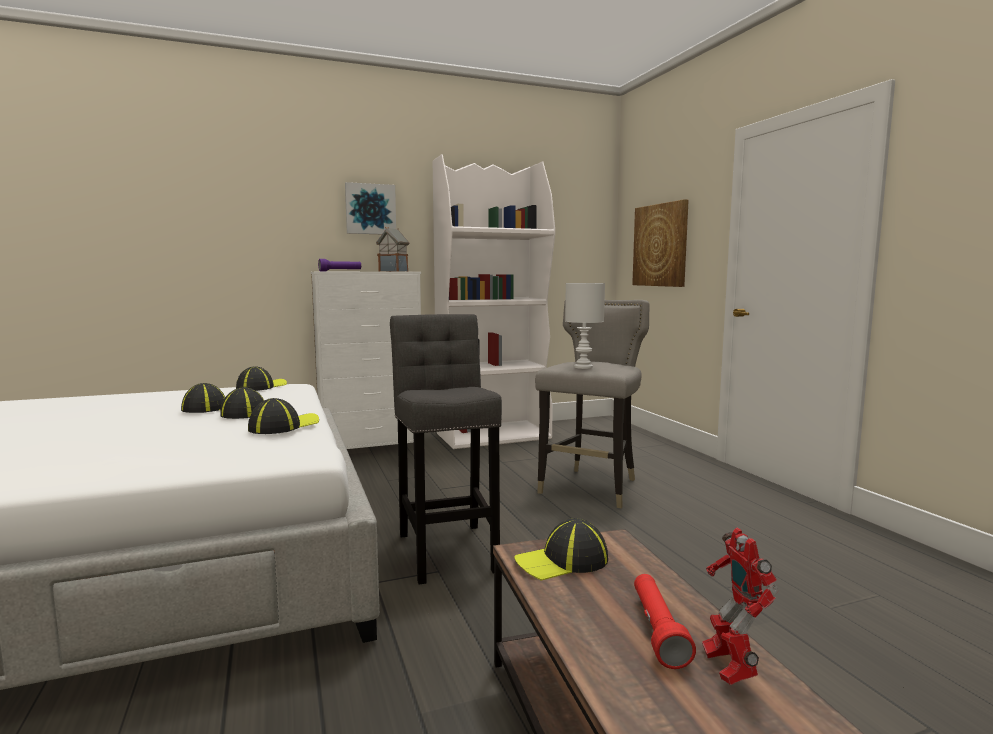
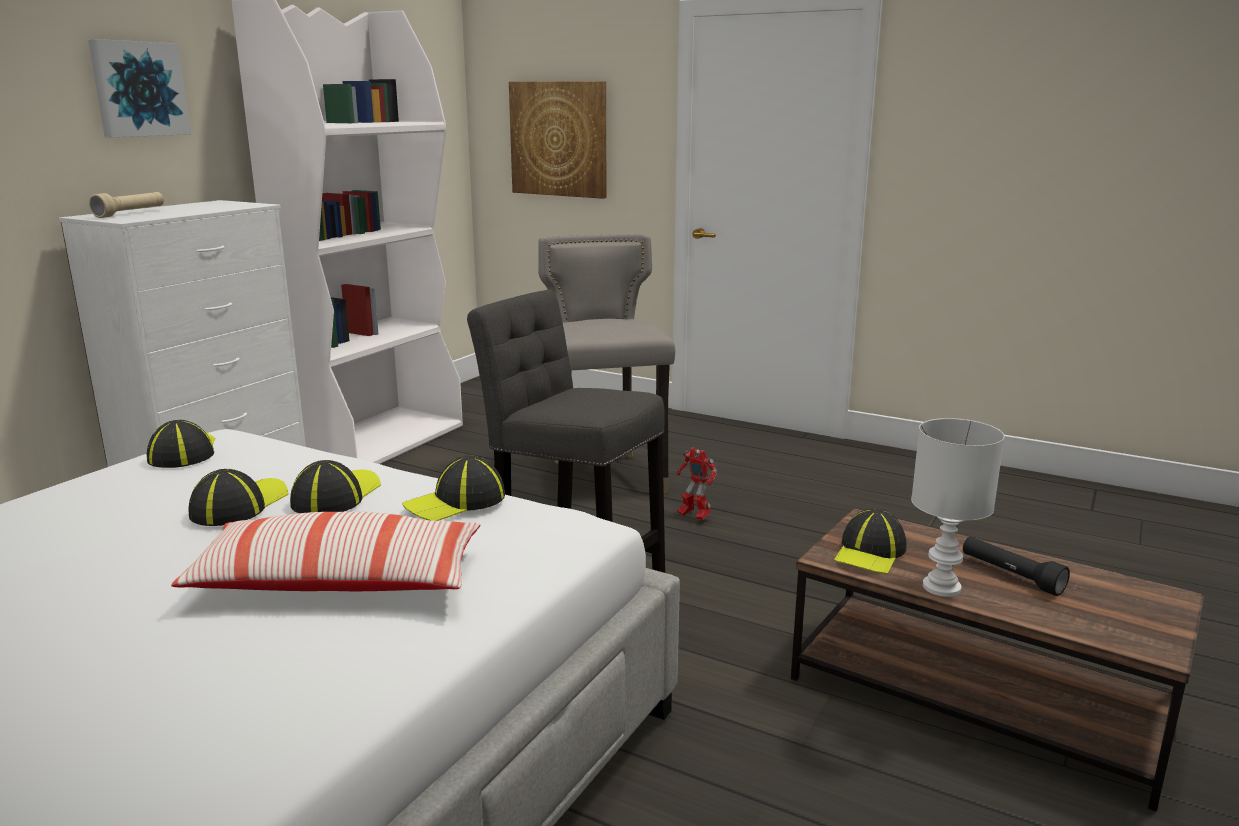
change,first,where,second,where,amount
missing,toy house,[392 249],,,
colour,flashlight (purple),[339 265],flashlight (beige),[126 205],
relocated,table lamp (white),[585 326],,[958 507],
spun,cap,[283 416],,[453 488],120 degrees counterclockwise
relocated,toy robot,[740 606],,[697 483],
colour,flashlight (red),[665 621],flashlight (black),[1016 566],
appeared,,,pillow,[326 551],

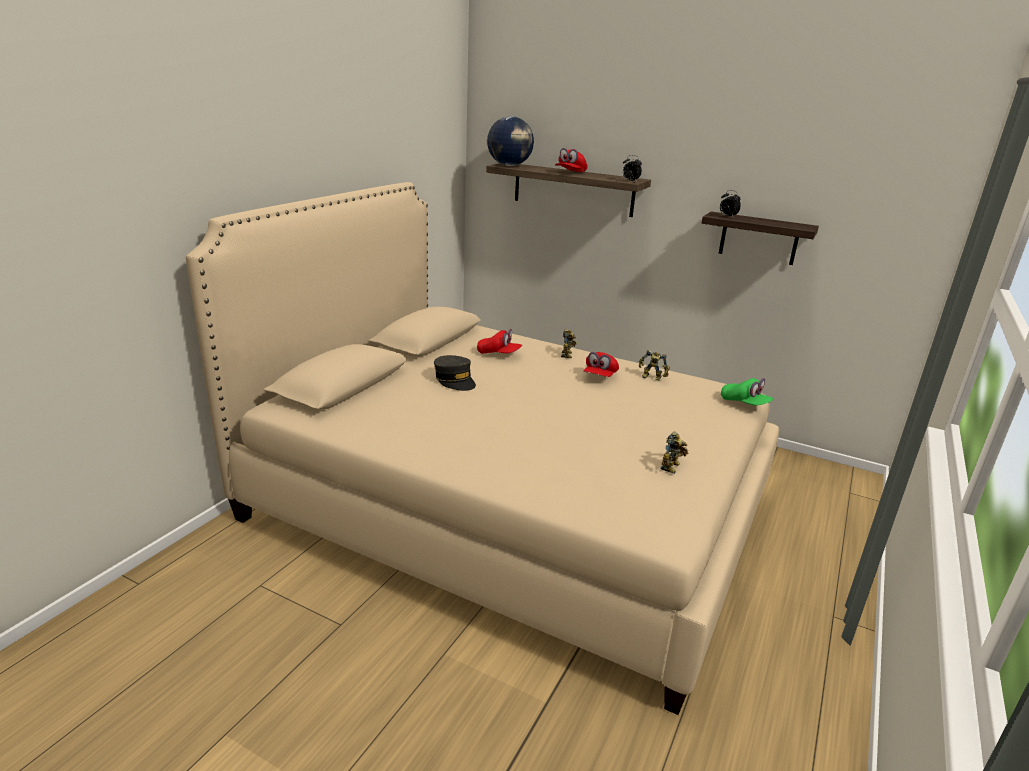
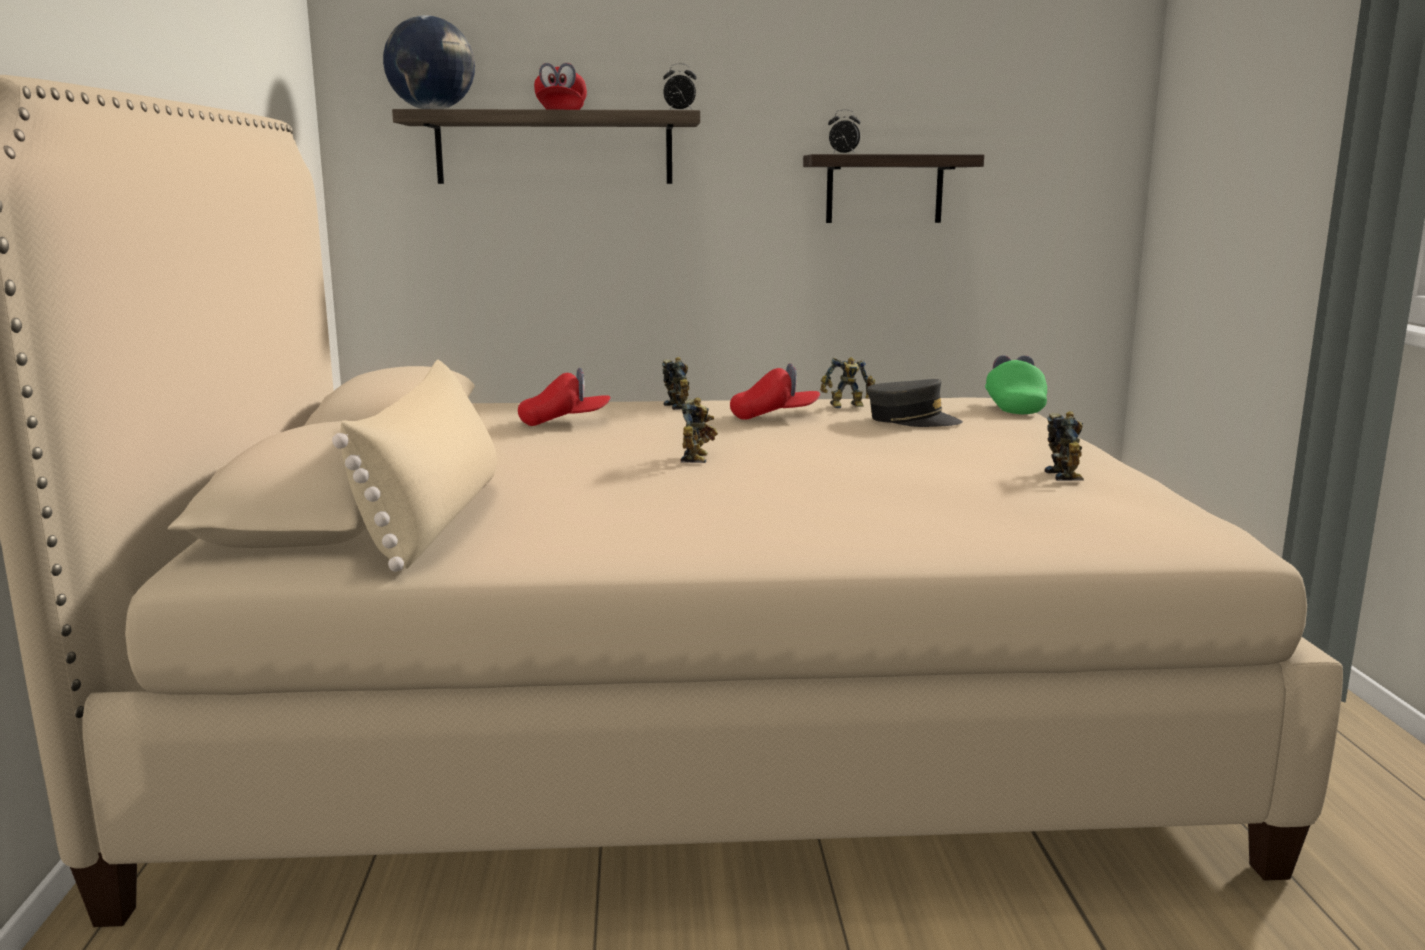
change,first,where,second,where,amount
spun,cap (red),[601 364],,[775 391],90 degrees counterclockwise
relocated,cap (grey),[455 373],,[915 403],
spun,cap (green),[747 391],,[1016 384],105 degrees counterclockwise
appeared,,,pillow (beige),[414 466],
appeared,,,toy robot,[699 430],

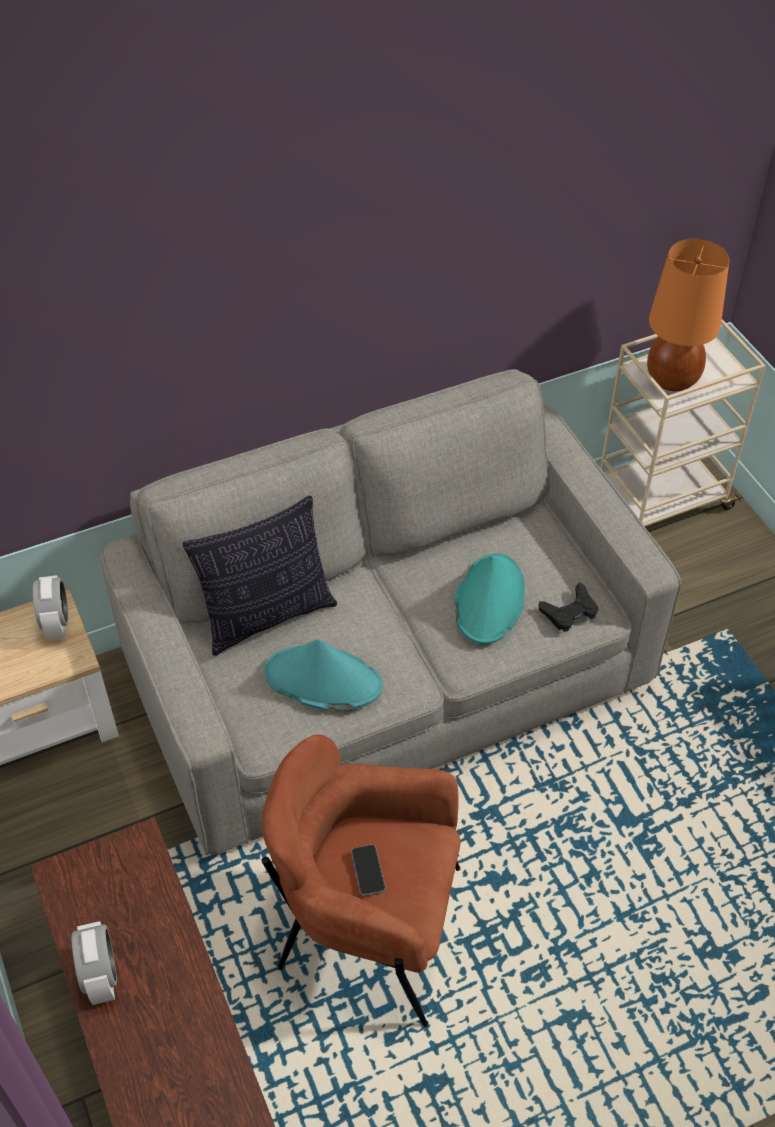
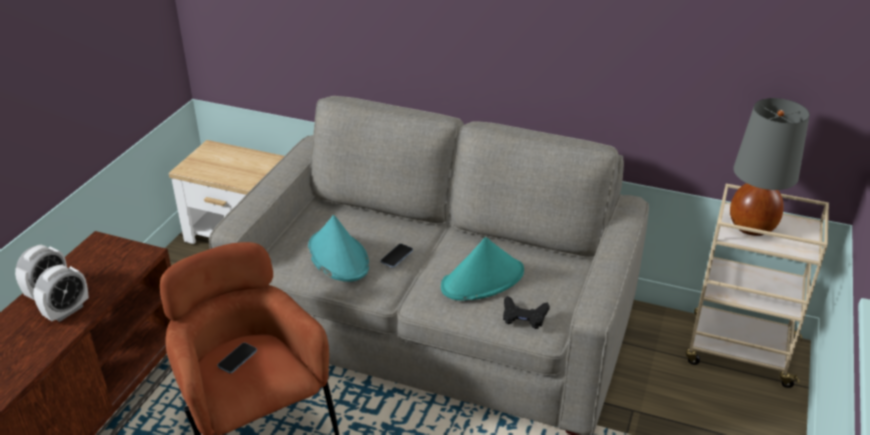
change,first,where,second,where,amount
colour,table lamp (orange),[688 315],table lamp (grey),[770 167],
missing,pillow,[260 576],,,
relocated,alarm clock,[50 608],,[61 293],
appeared,,,phone,[396 256],

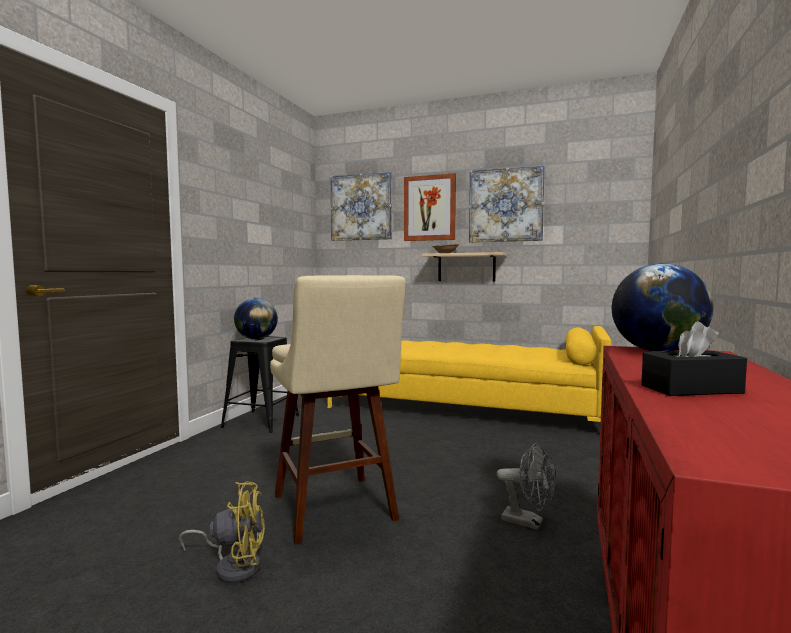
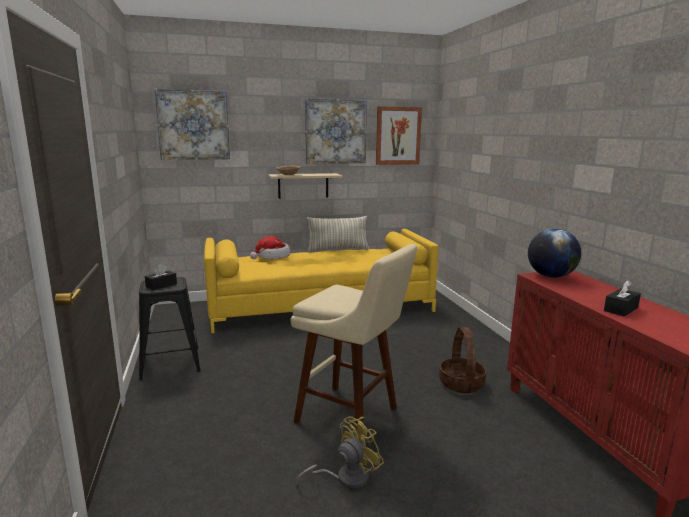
change,first,where,second,where,amount
relocated,picture,[430 207],,[399 135],
exchanged,globe,[256 319],tissue box (black),[161 277],
exchanged,fan (grey),[526 486],basket,[462 360],
appeared,,,pillow,[338 234],
appeared,,,hat,[270 247],

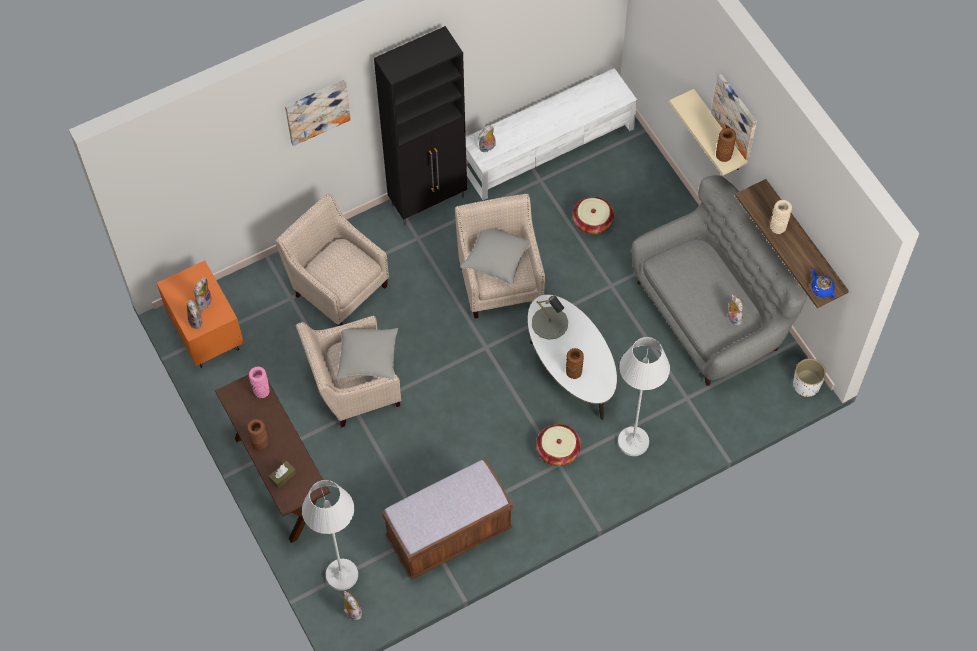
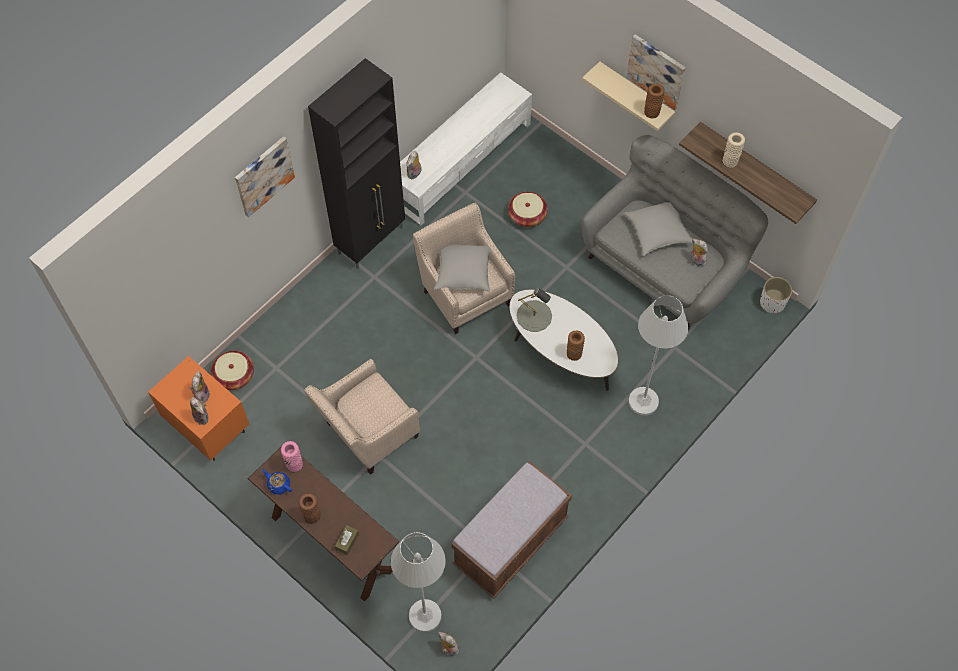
change,first,where,second,where,amount
missing,armchair (beige),[332 259],,,
relocated,teapot (blue),[823 283],,[277 481],
relocated,pillow (grey),[367 354],,[658 229],
relocated,basket,[558 445],,[232 370],

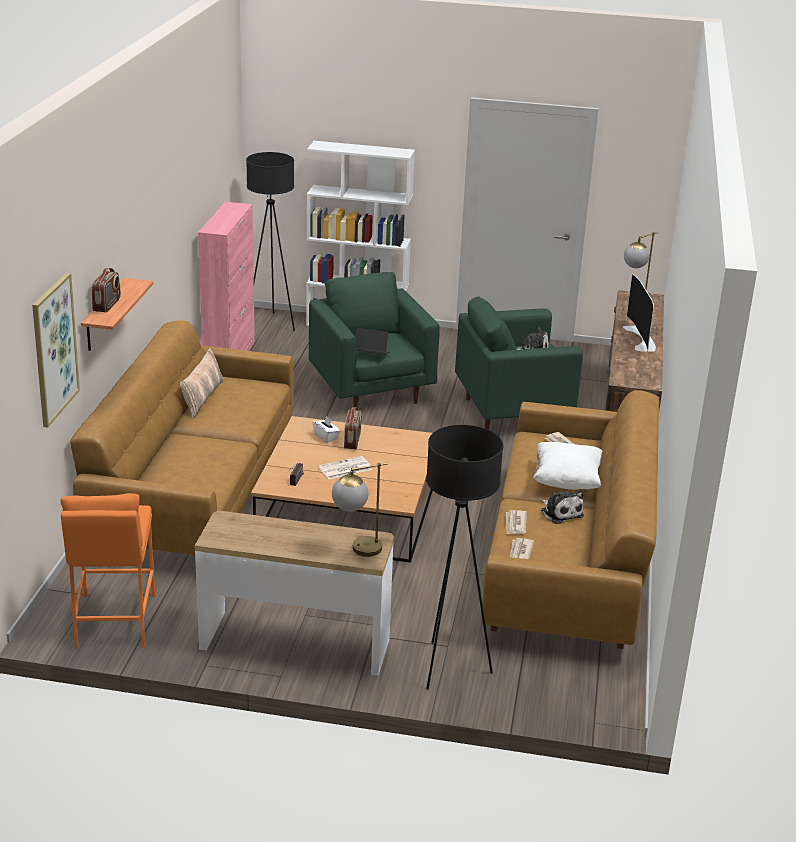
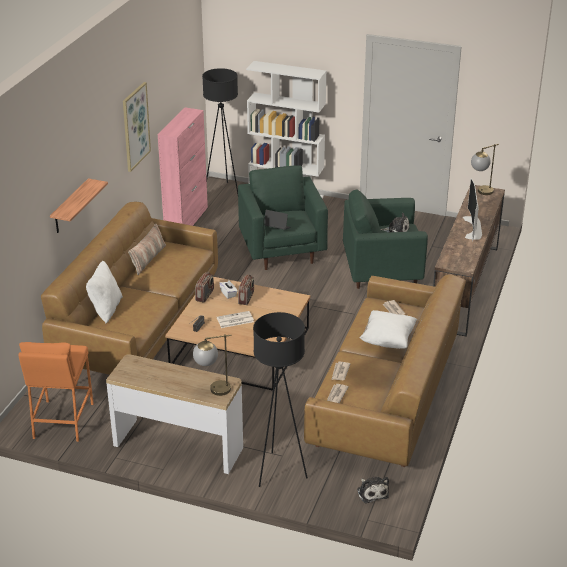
change,first,where,second,where,amount
relocated,radio,[106 290],,[204 287],
relocated,picture,[56 350],,[137 127],
relocated,plush toy,[562 506],,[373 490],
appeared,,,pillow (white),[104 292],

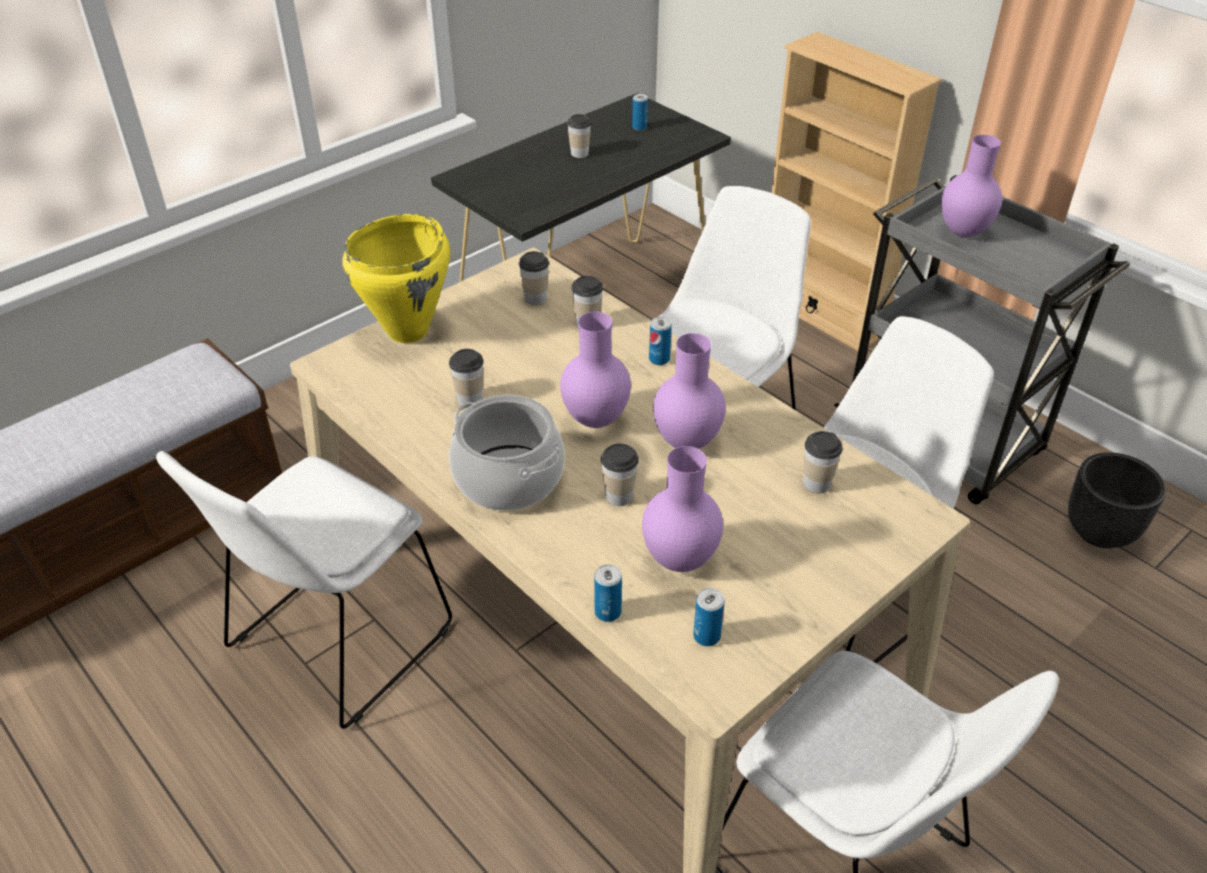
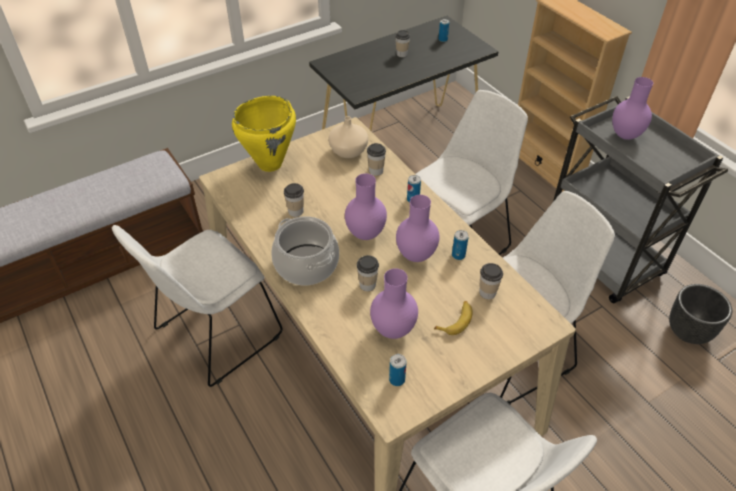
change,first,where,second,where,amount
exchanged,cup,[534 278],vase (beige),[348 137],
relocated,can,[608 593],,[460 245],
appeared,,,banana,[453 318],

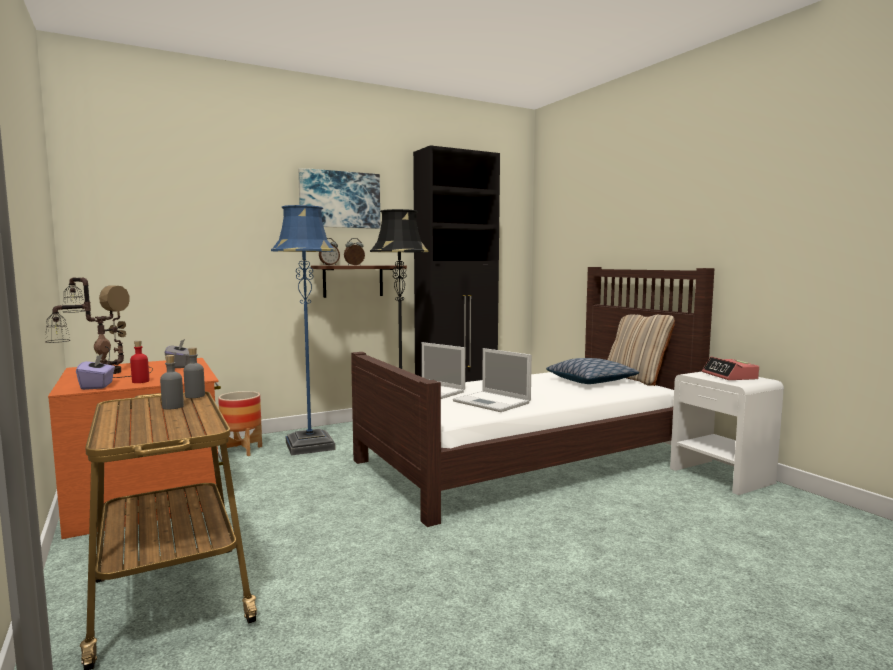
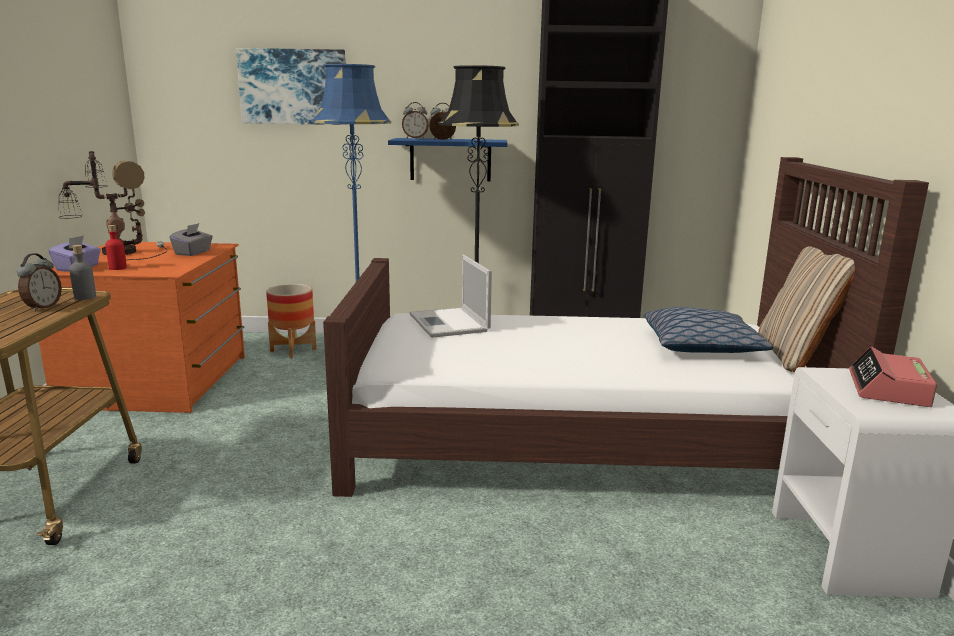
change,first,where,second,where,amount
relocated,picture,[339 198],,[292 86],
colour,shelf (brown),[359 281],shelf (blue),[447 159],
missing,laptop,[492 380],,,
exchanged,bottle (grey),[172 382],alarm clock,[39 282],

